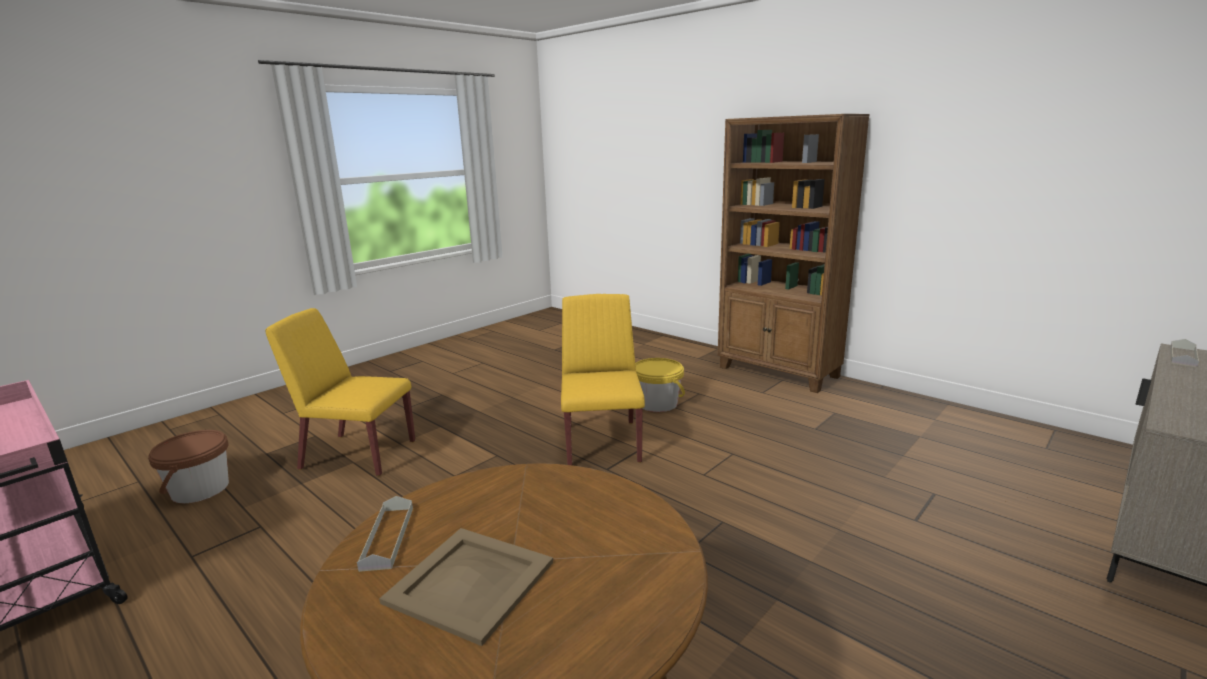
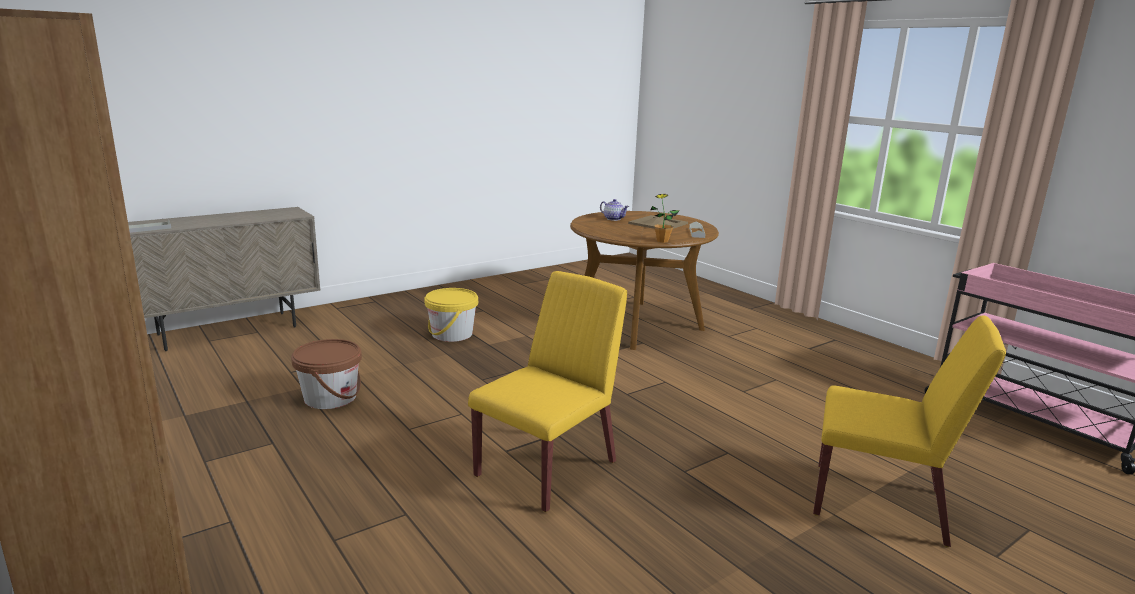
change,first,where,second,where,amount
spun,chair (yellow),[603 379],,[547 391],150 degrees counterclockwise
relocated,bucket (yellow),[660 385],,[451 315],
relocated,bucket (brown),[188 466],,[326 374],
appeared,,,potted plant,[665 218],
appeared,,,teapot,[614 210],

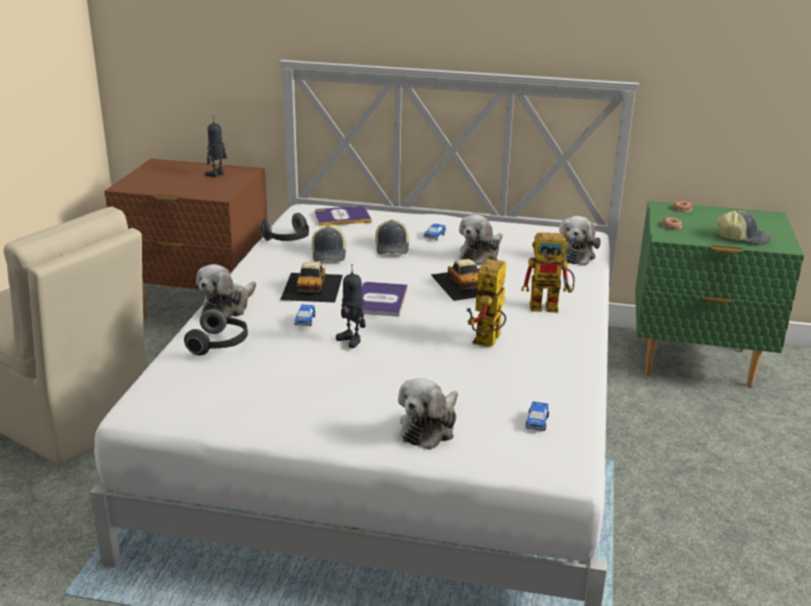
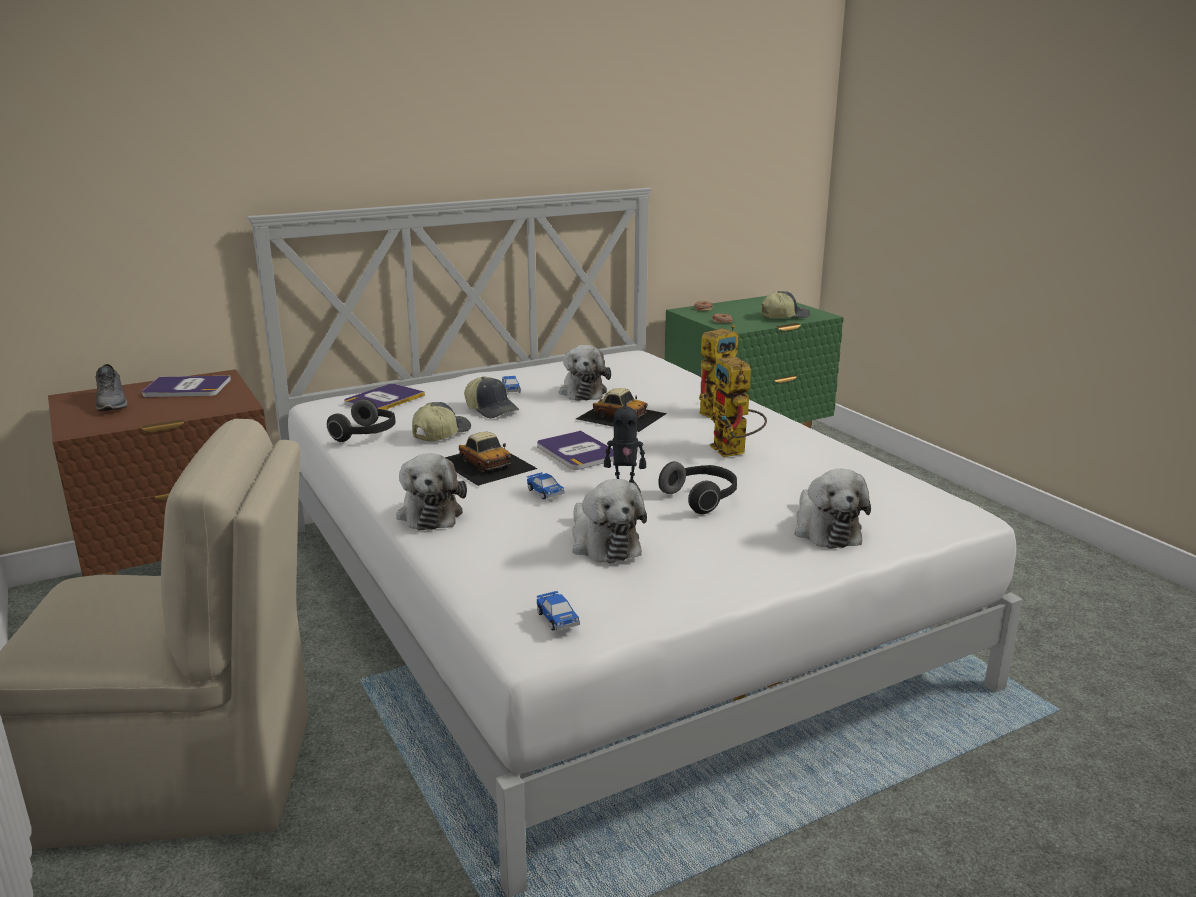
change,first,where,second,where,amount
exchanged,toy robot,[216 146],book,[186 386],
relocated,plush toy,[580 240],,[610 521],
spun,cap,[329 244],,[441 421],105 degrees counterclockwise
relocated,headphones,[216 332],,[697 487],
relocated,toy car,[537 416],,[558 611],
appeared,,,shoe (grey),[111 387],

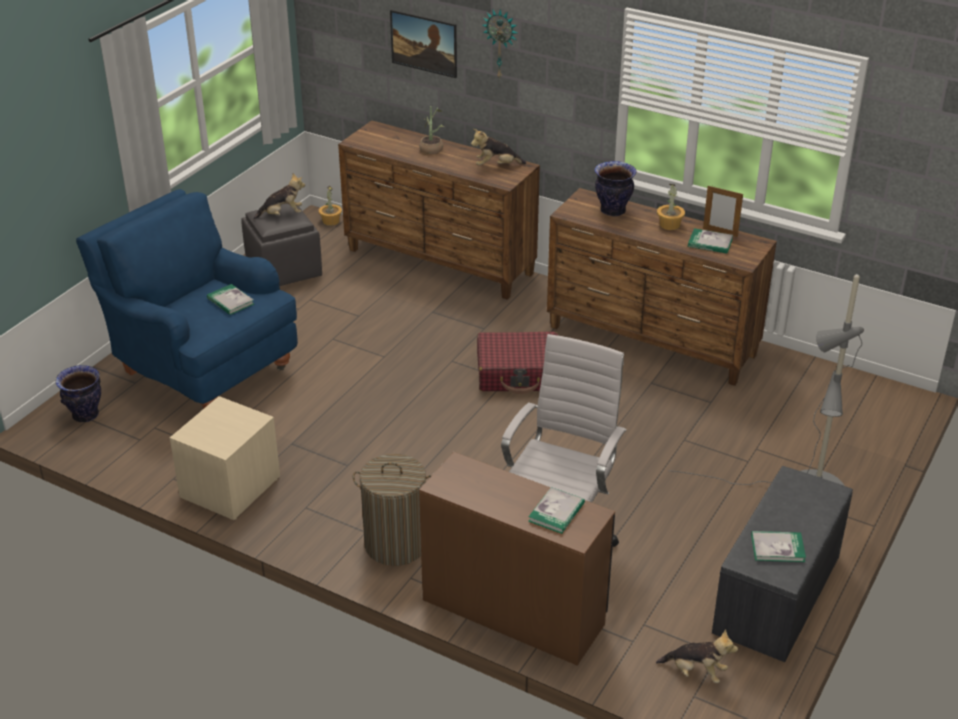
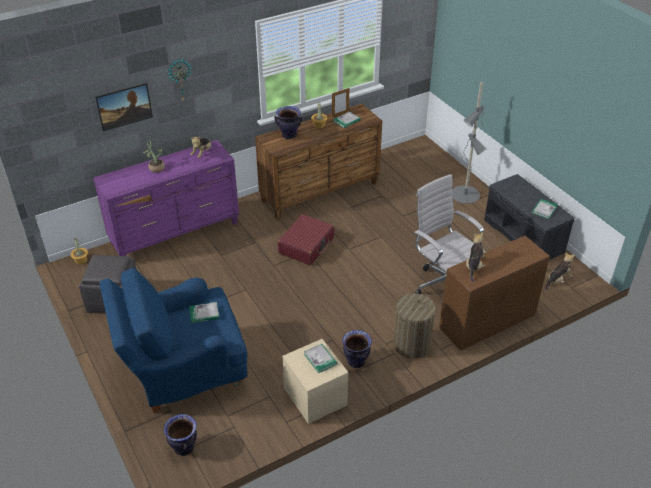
change,first,where,second,where,amount
colour,dresser (brown),[439 210],dresser (purple),[166 198],
relocated,plush toy,[279 196],,[475 257],
relocated,book,[556 510],,[320 358],
appeared,,,vase,[357 349],

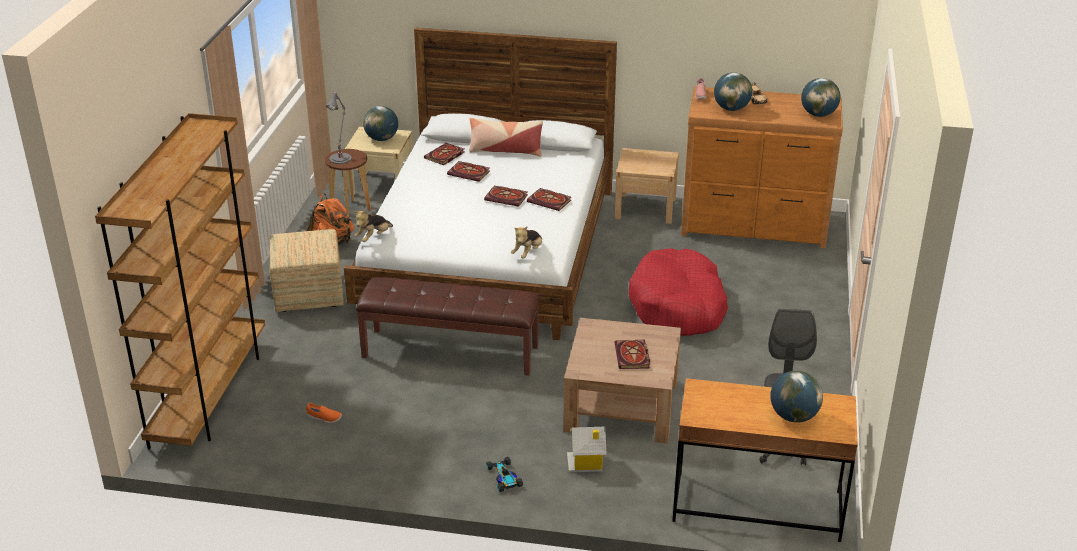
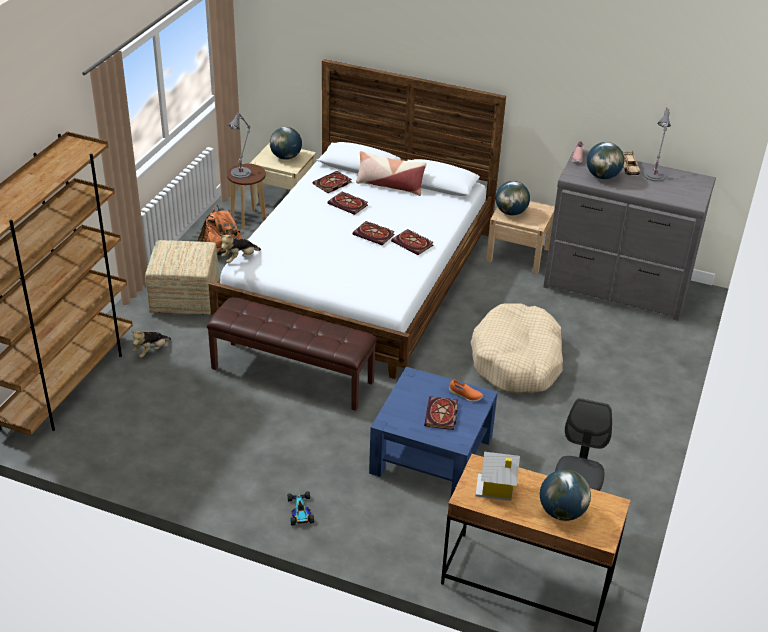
change,first,where,second,where,amount
relocated,globe,[821 97],,[513 198],
colour,dresser (brown),[762 167],dresser (grey),[629 235],
relocated,plush toy,[526 242],,[150 344],
colour,dog bed (red),[678 292],dog bed (beige),[517 348],
colour,coffee table (brown),[622 381],coffee table (blue),[433 432],
relocated,shoe (orange),[324 413],,[466 390],
relocated,toy house,[587 450],,[498 476],
appeared,,,table lamp (grey),[657 145],

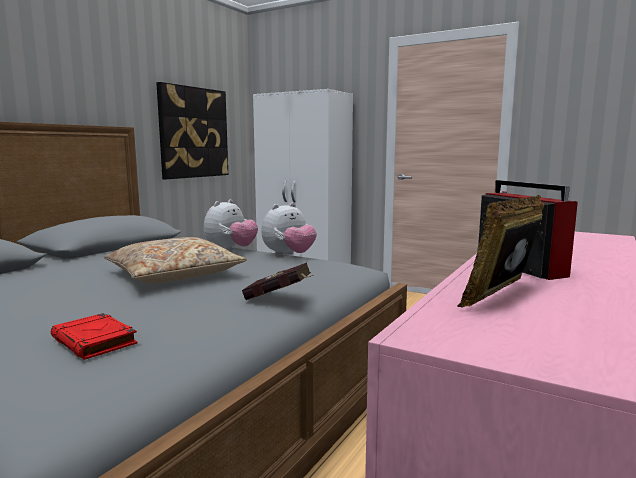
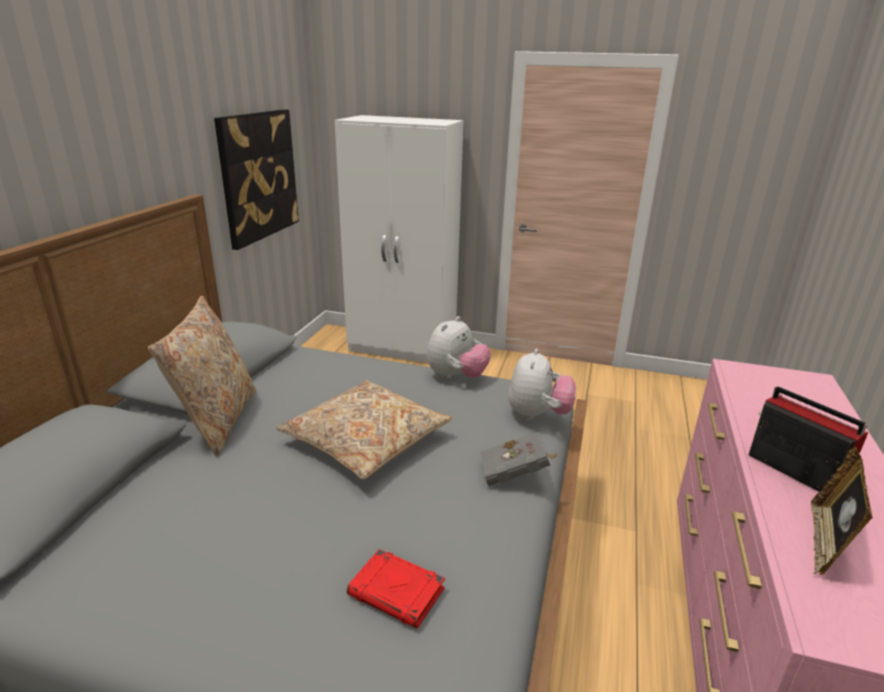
change,first,where,second,where,amount
relocated,plush toy,[231 224],,[542 384],
colour,book (red),[277 281],book (grey),[519 459],
appeared,,,pillow (beige),[202 376],

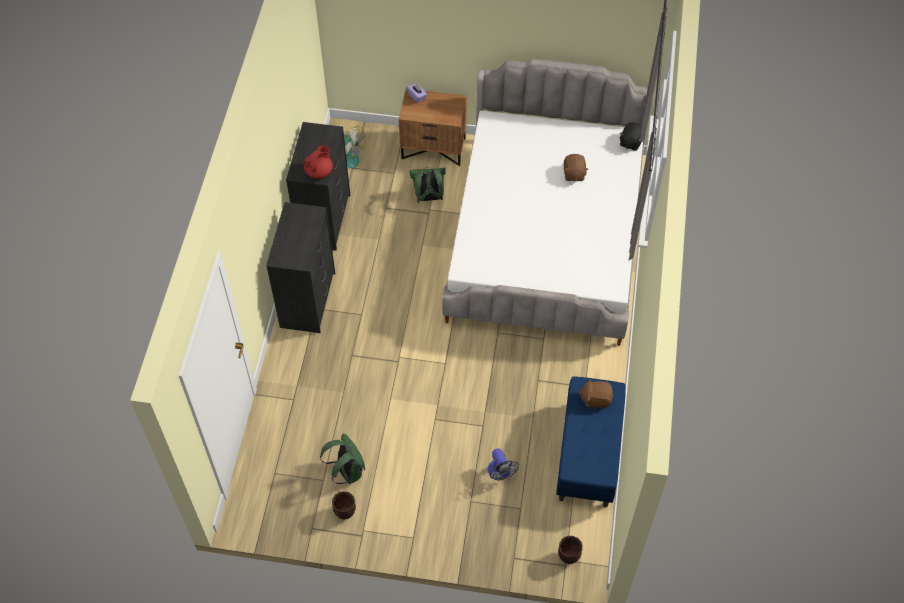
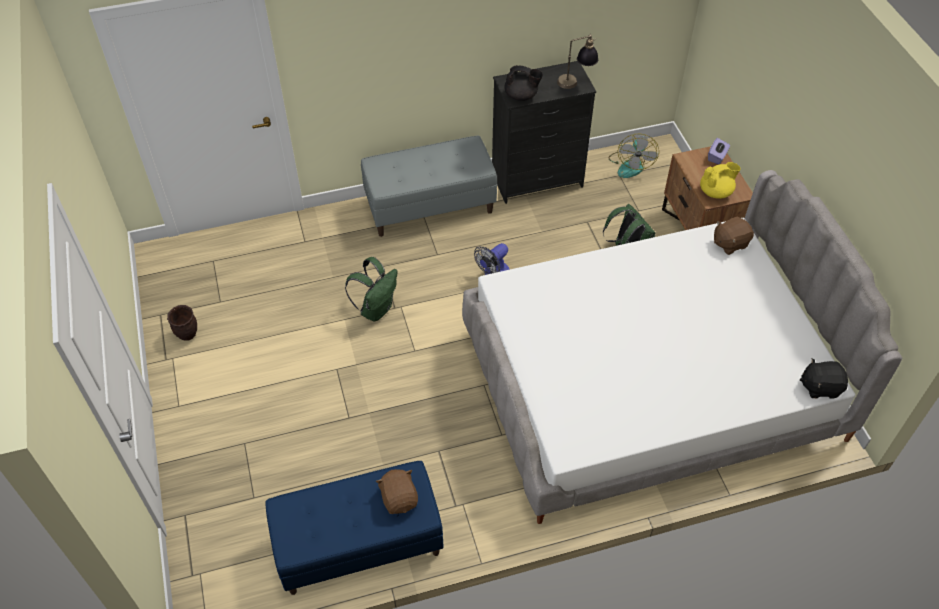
change,first,where,second,where,amount
colour,teapot (red),[318 162],teapot (black),[523 83],
relocated,plush toy (brown),[576 168],,[734 236],
exchanged,dresser (black),[300 267],bench (grey),[429 186],
relocated,backpack (green),[342 458],,[371 289],
relocated,fan,[503 465],,[492 259],
missing,planter (brown),[570 550],,,
appeared,,,table lamp,[577 61],
appeared,,,teapot (yellow),[720 180],

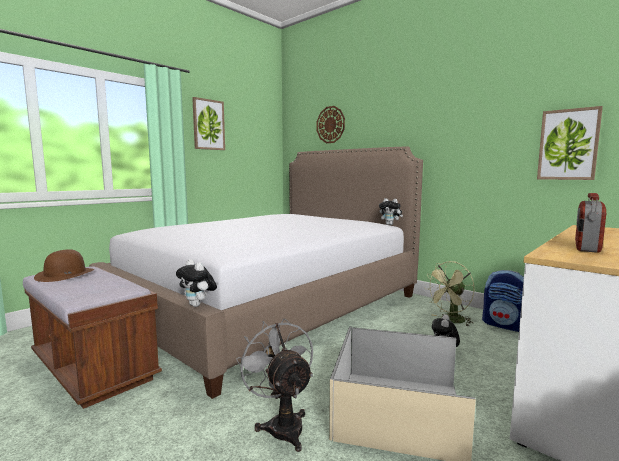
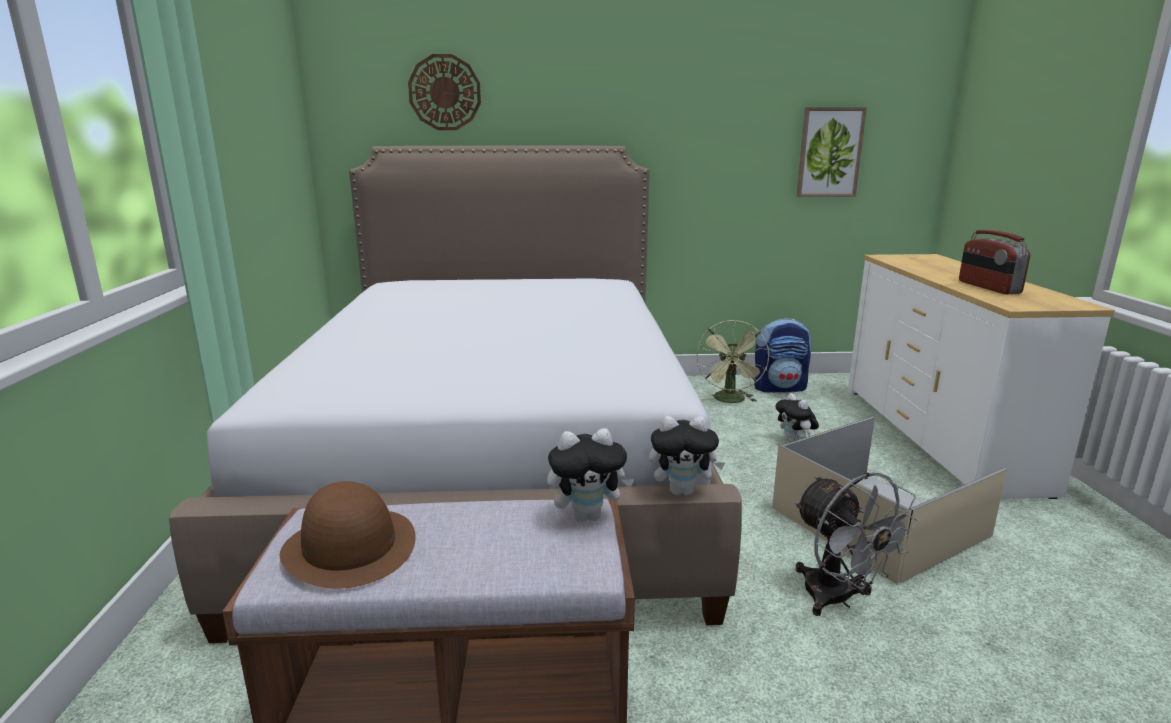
change,first,where,second,where,amount
missing,picture,[208 123],,,
relocated,plush toy,[391 211],,[590 475],
spun,fan (grey),[274 385],,[857 544],135 degrees counterclockwise

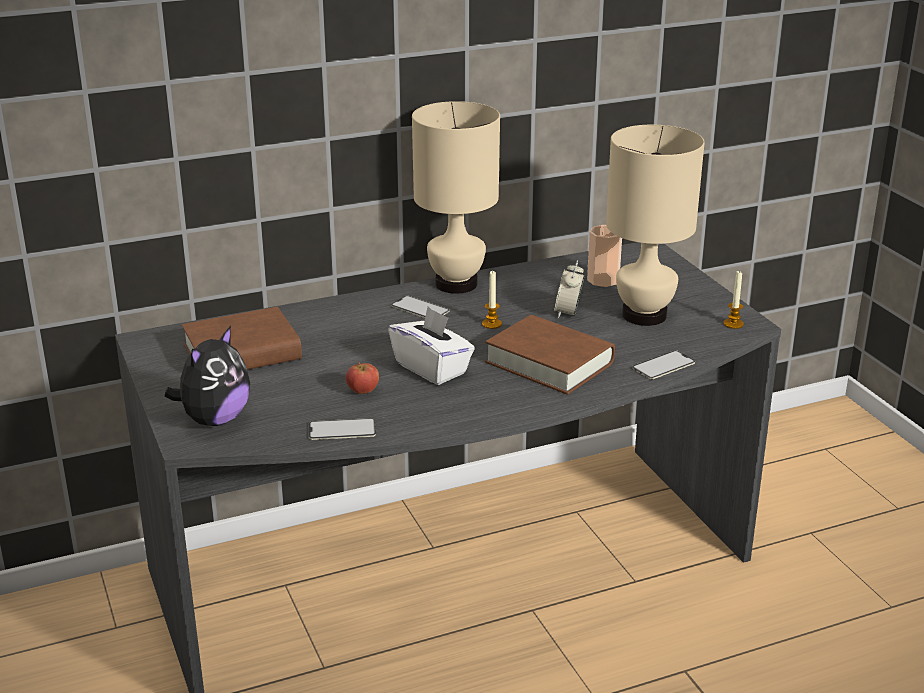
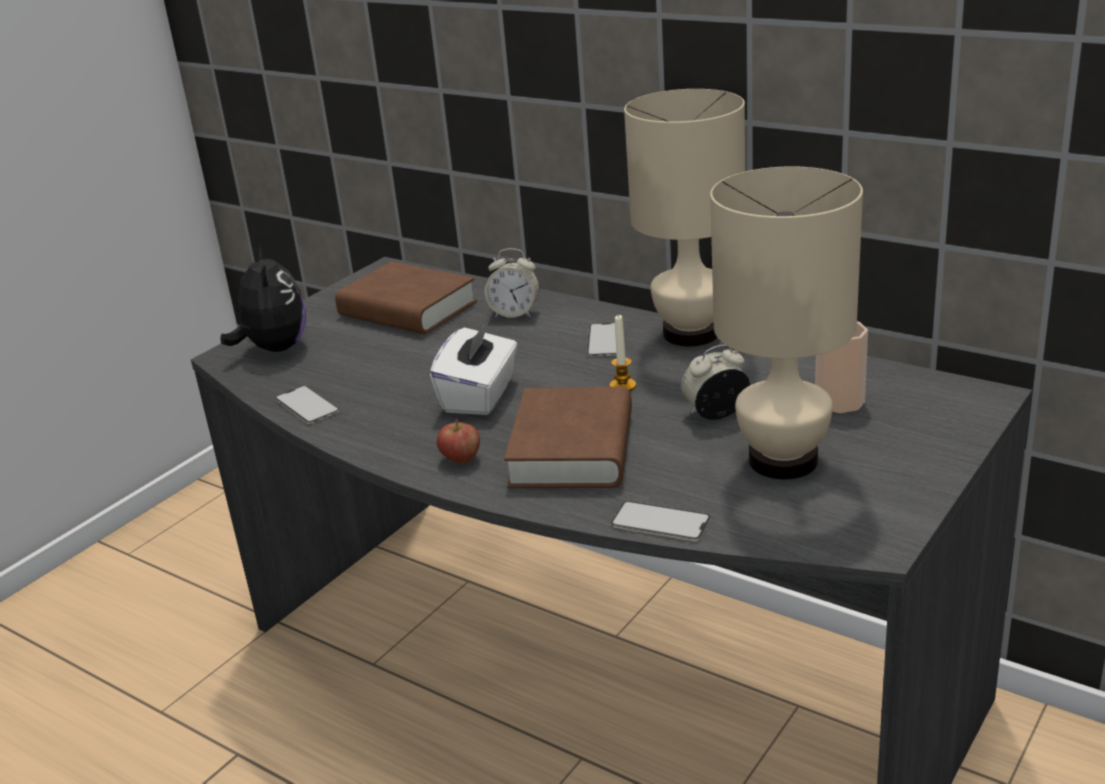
change,first,where,second,where,amount
missing,candle,[734 299],,,
spun,plush toy,[207 376],,[263 298],105 degrees counterclockwise
relocated,apple,[362 377],,[458 441],
appeared,,,alarm clock,[512 283],

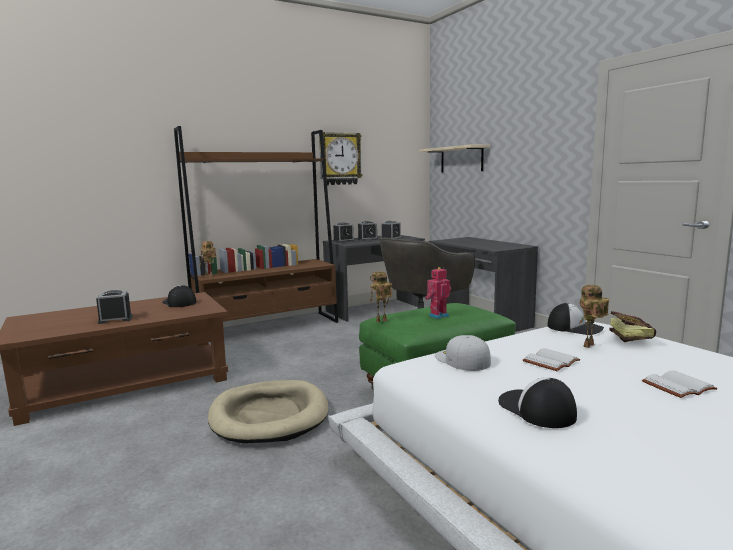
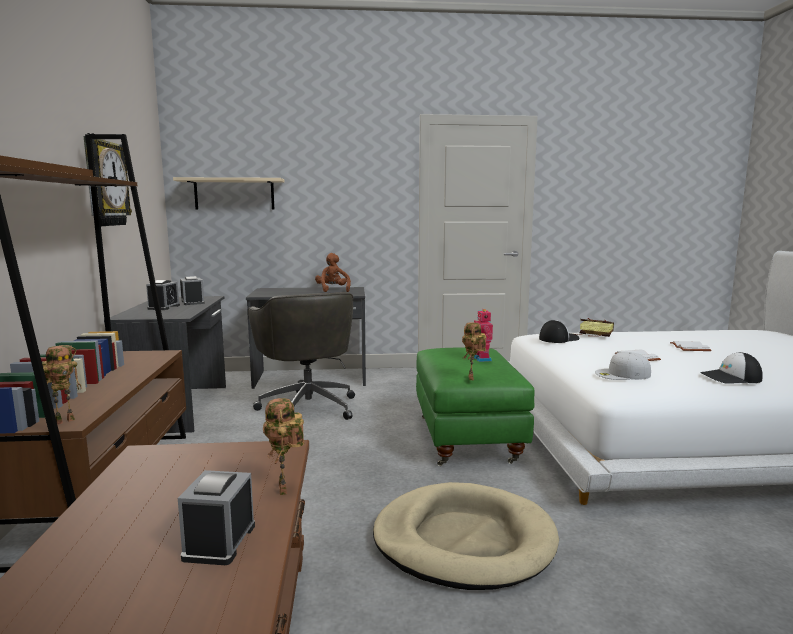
change,first,where,second,where,amount
missing,alarm clock,[344 232],,,
missing,cap,[179 296],,,
relocated,toy robot,[594 316],,[283 446],
appeared,,,plush toy (brown),[333 272],

